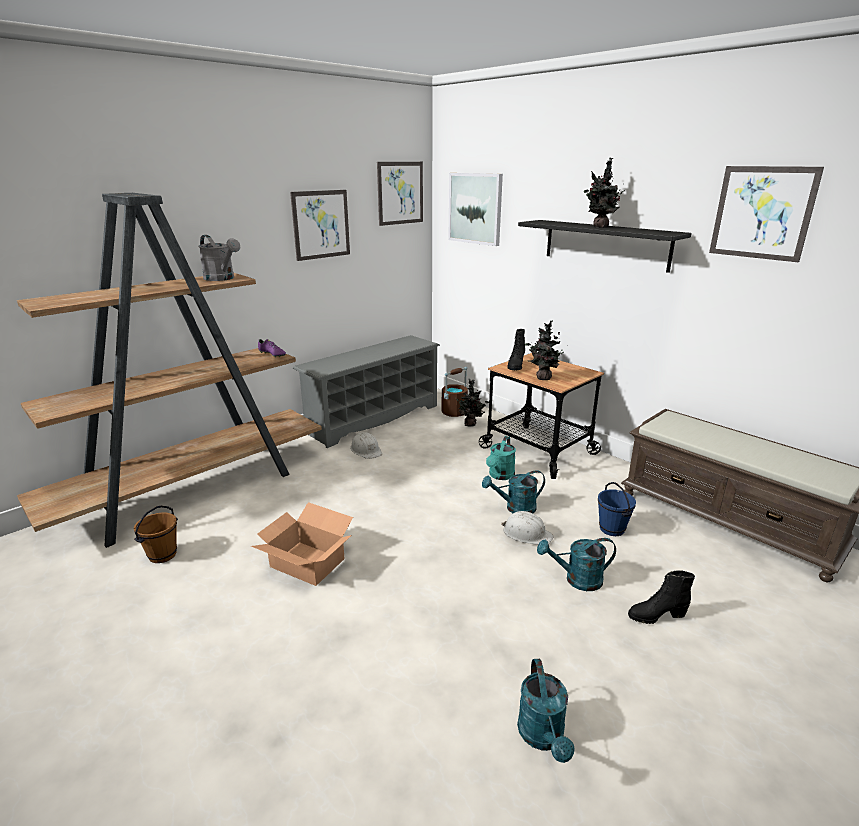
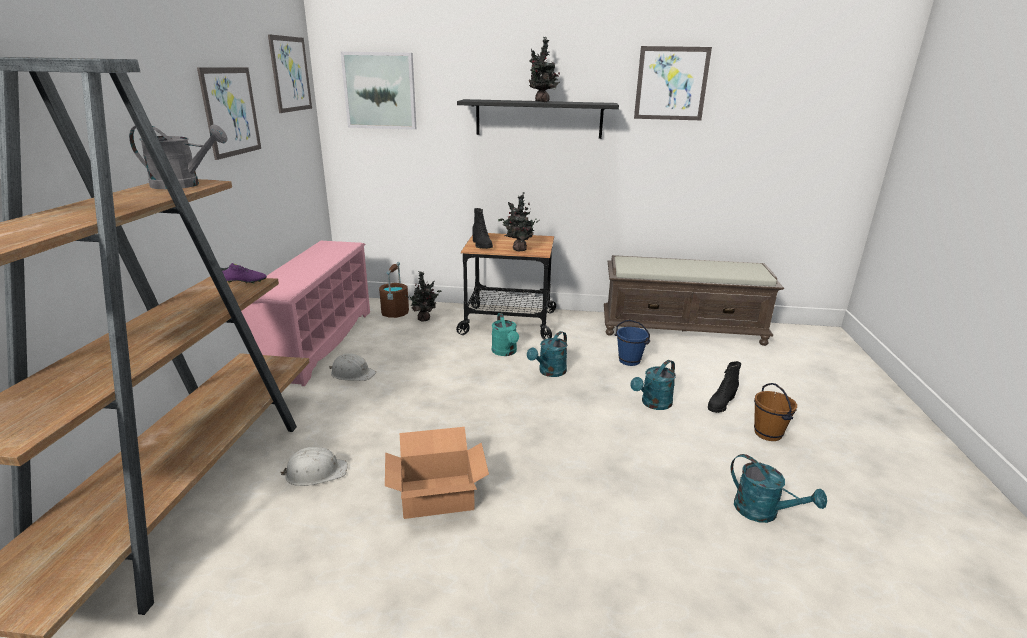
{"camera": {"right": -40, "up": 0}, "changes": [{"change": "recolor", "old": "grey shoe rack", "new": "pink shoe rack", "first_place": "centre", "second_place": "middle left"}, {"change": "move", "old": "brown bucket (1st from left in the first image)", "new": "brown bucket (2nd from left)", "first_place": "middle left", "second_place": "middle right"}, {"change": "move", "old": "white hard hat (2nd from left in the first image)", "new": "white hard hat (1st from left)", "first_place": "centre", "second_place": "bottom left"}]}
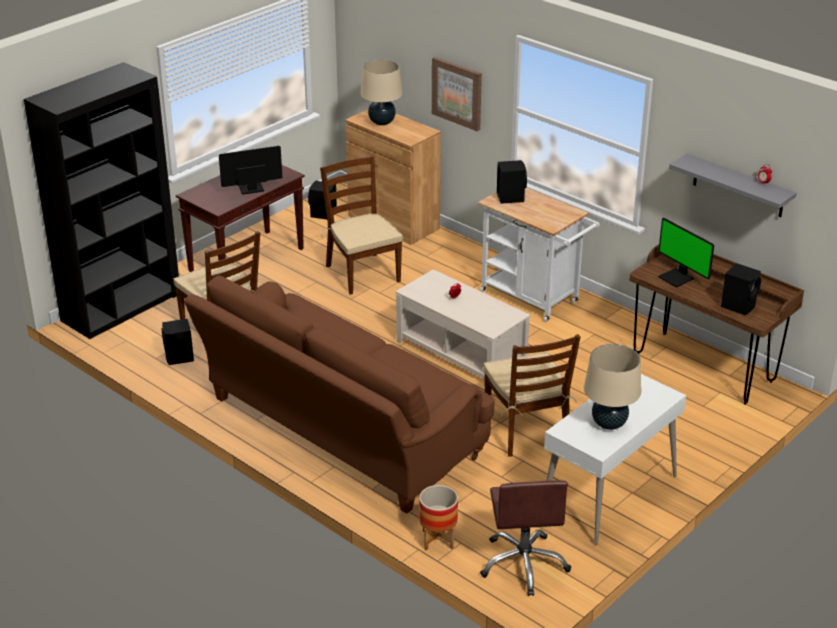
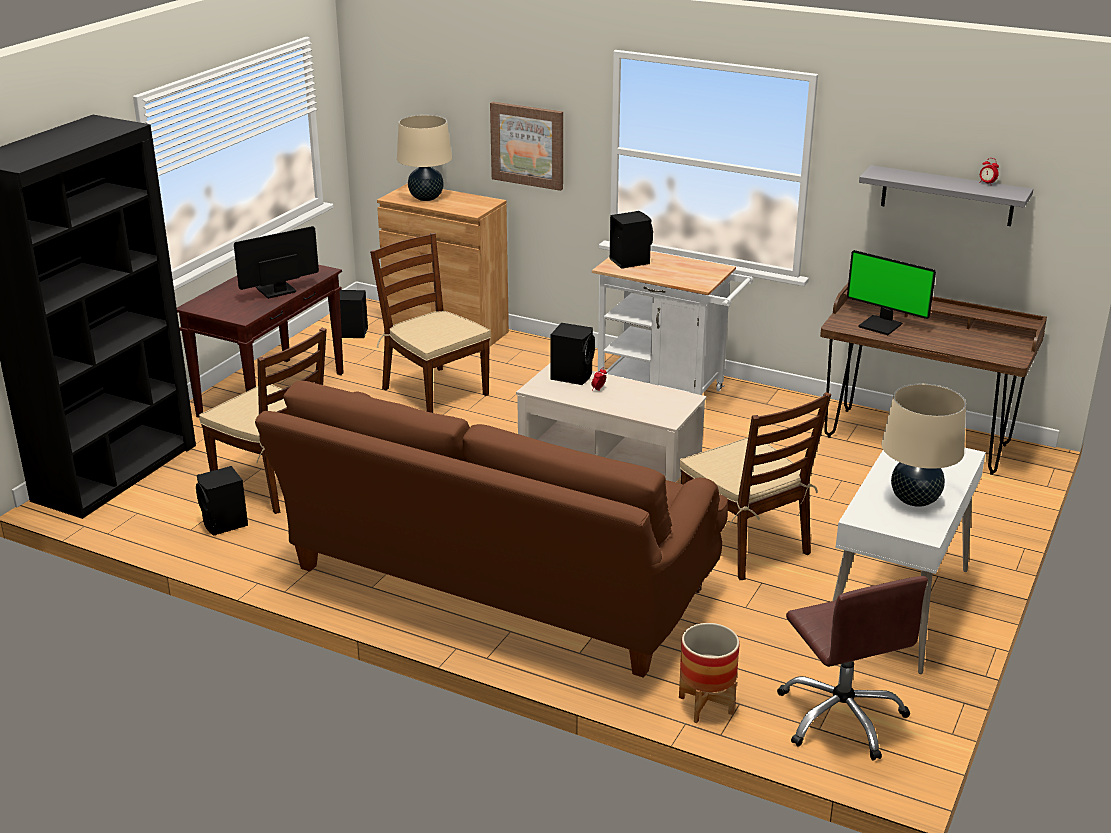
{"camera": {"right": -15, "up": -5}, "changes": [{"change": "move", "old": "black speaker (4th from left in the first image)", "new": "black speaker (3rd from left)", "first_place": "middle right", "second_place": "centre"}]}
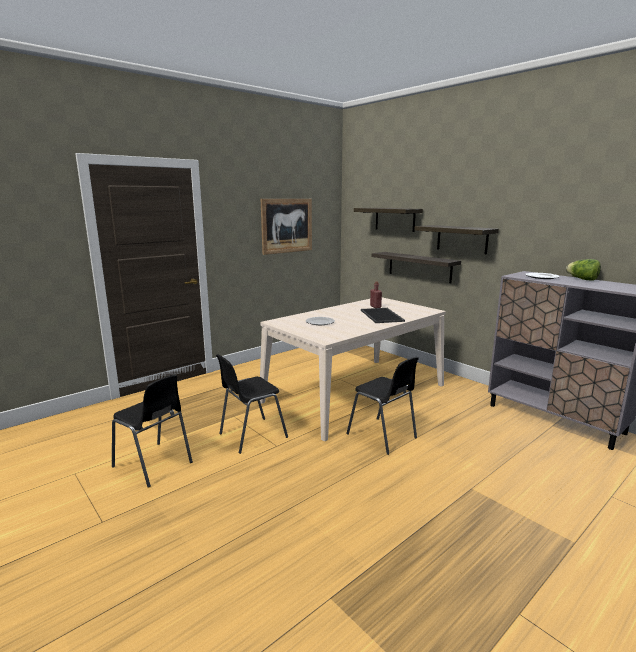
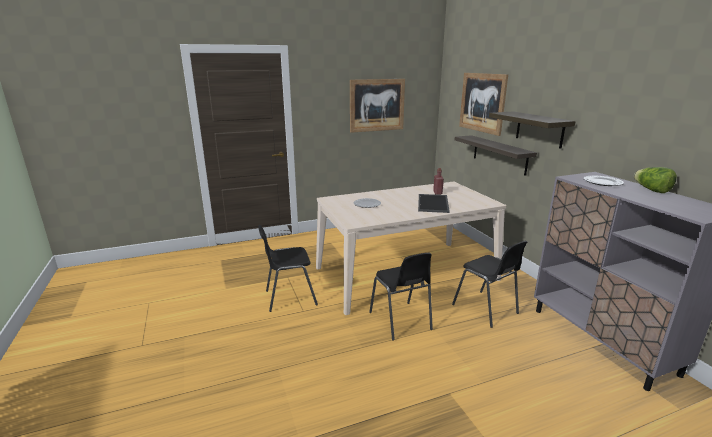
{"camera": {"right": 20, "up": 5}, "changes": [{"change": "replace", "old": "shelf (1st from left)", "new": "picture (2nd from left)", "first_place": "centre", "second_place": "top right"}, {"change": "move", "old": "black chair (1st from left in the first image)", "new": "black chair (3rd from left)", "first_place": "middle left", "second_place": "middle right"}]}
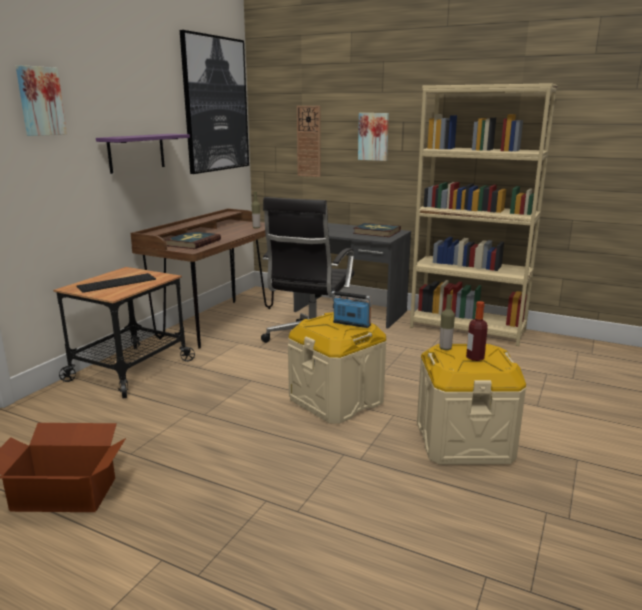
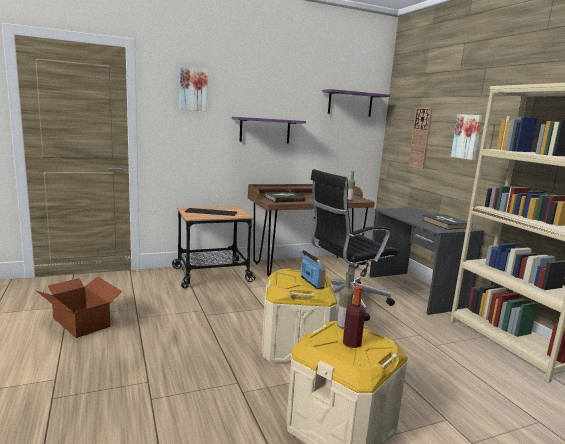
{"camera": {"right": 40, "up": -5}, "changes": [{"change": "replace", "old": "picture (2nd from left)", "new": "purple shelf (2nd from left)", "first_place": "top centre", "second_place": "top centre"}]}
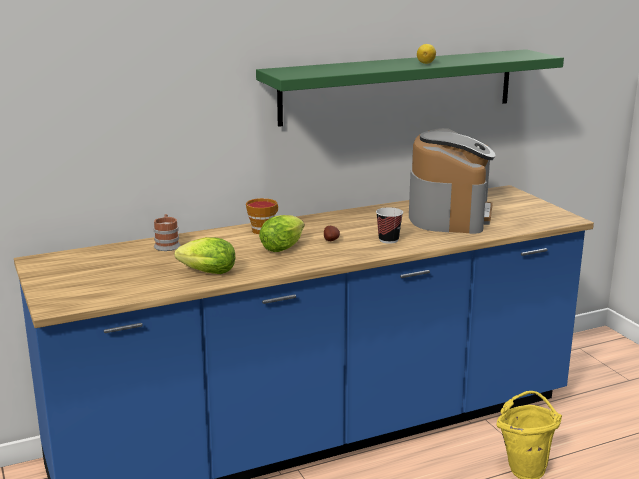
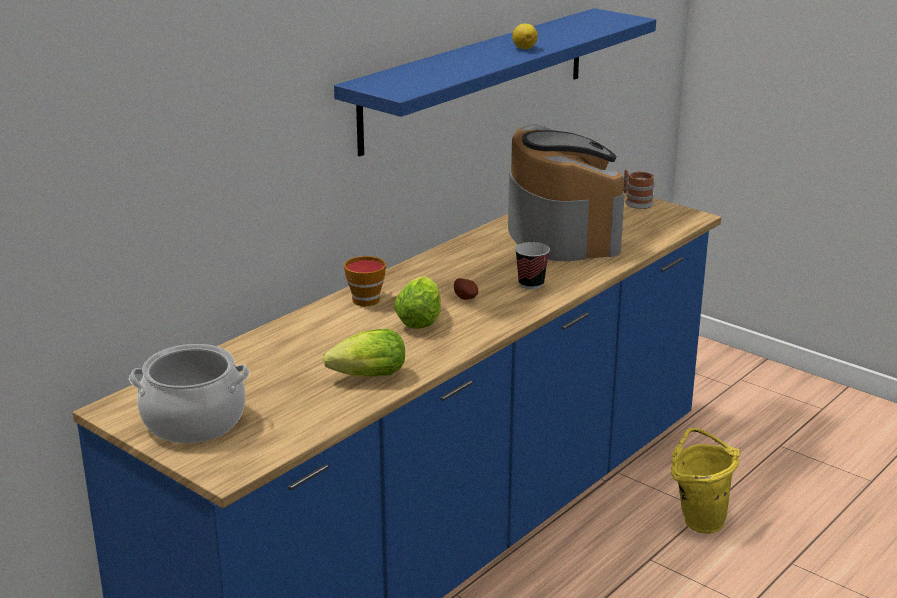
{"camera": {"right": -25, "up": 5}, "changes": [{"change": "recolor", "old": "green shelf", "new": "blue shelf", "first_place": "top centre", "second_place": "top centre"}, {"change": "move", "old": "mug", "first_place": "middle left", "second_place": "top right"}, {"change": "insert", "new": "cooking pot", "second_place": "middle left"}]}
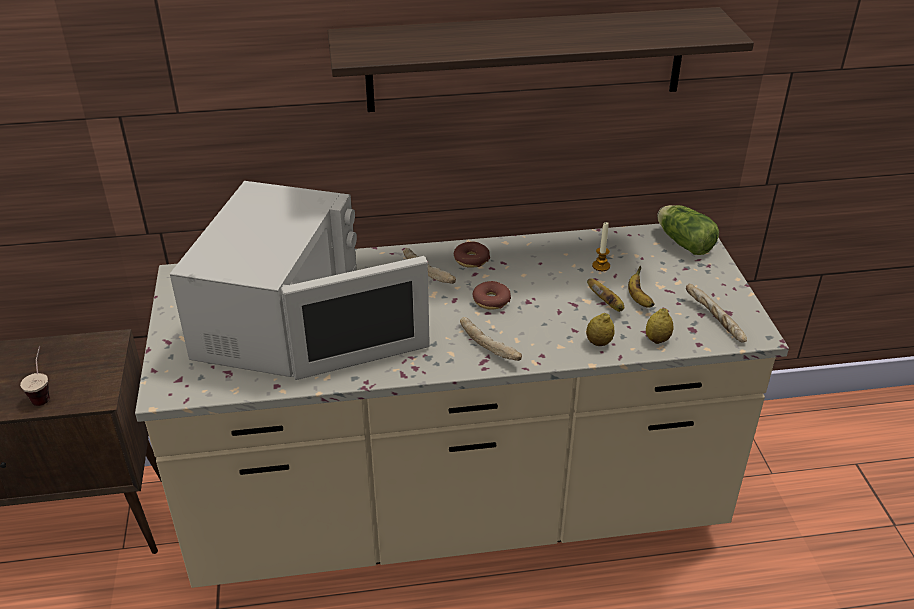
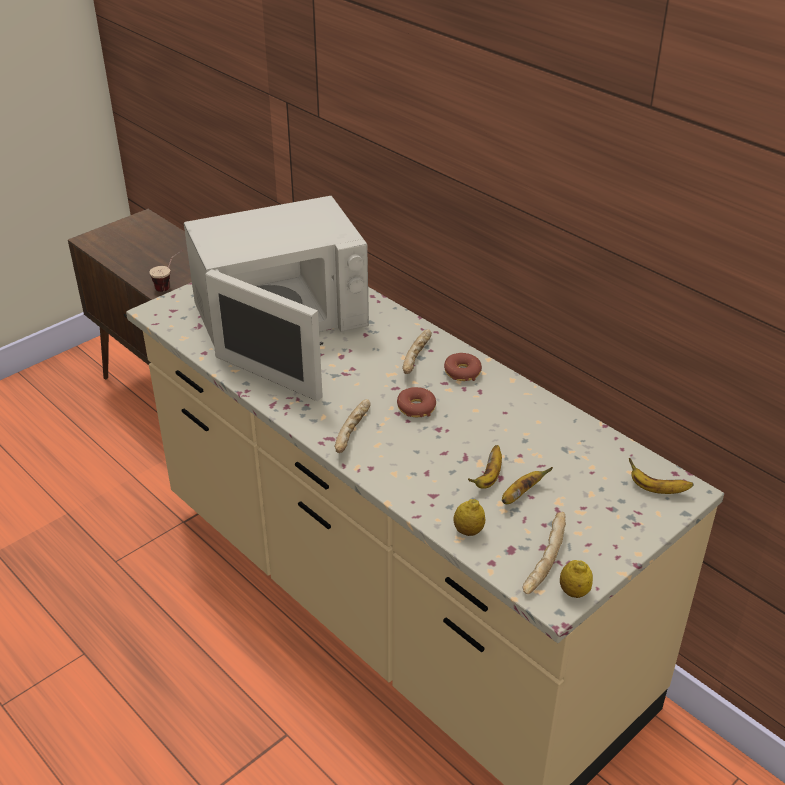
{"camera": {"right": 55, "up": 0}, "changes": [{"change": "delete", "old": "shelf", "first_place": "top centre"}, {"change": "replace", "old": "lettuce", "new": "banana (3rd from left)", "first_place": "middle right", "second_place": "middle right"}, {"change": "delete", "old": "candle", "first_place": "centre"}, {"change": "move", "old": "lemon (1st from left in the first image)", "new": "lemon (2nd from left)", "first_place": "centre", "second_place": "bottom right"}]}
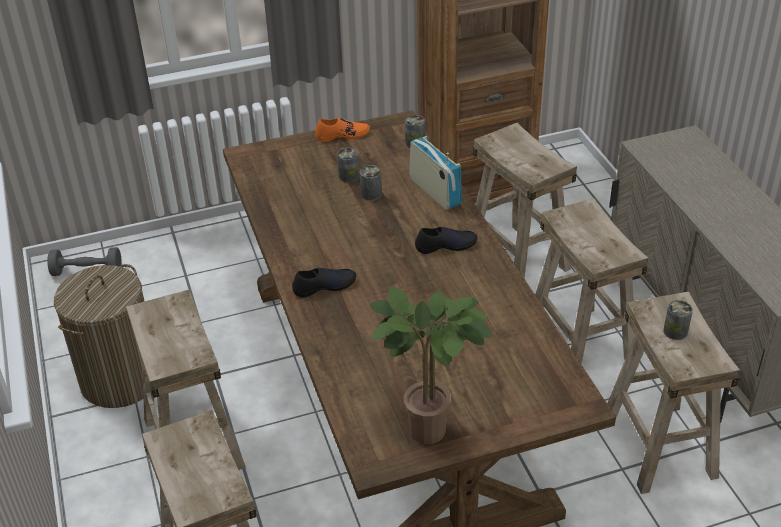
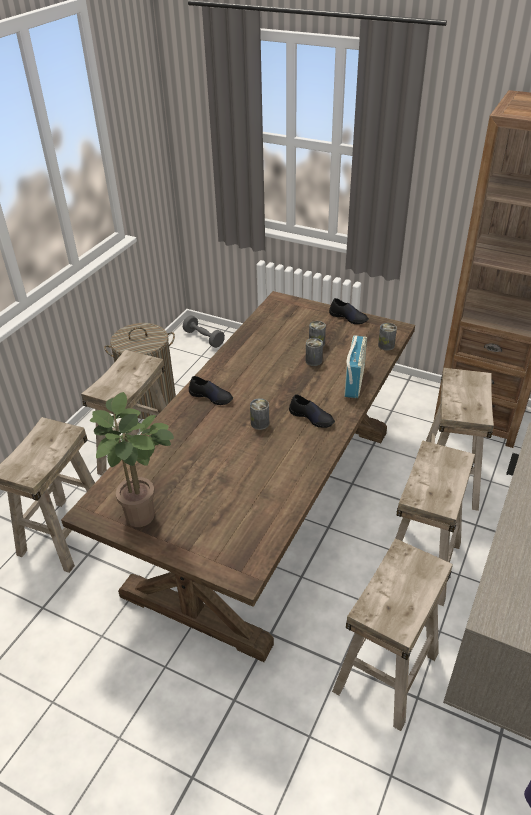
{"camera": {"right": 45, "up": 0}, "changes": [{"change": "recolor", "old": "orange shoe", "new": "black shoe (3rd from left)", "first_place": "top centre", "second_place": "centre"}, {"change": "move", "old": "can (4th from left in the first image)", "new": "can (1st from left)", "first_place": "middle right", "second_place": "centre"}]}
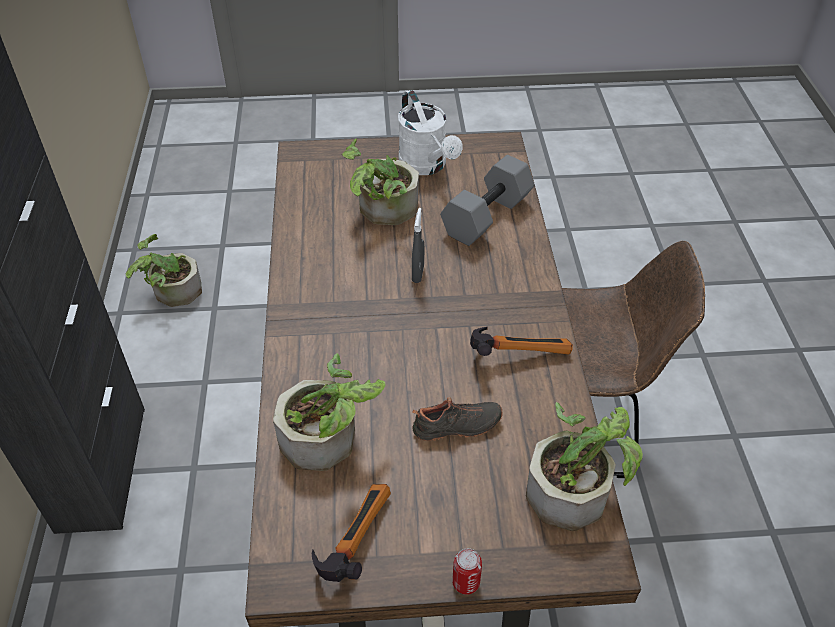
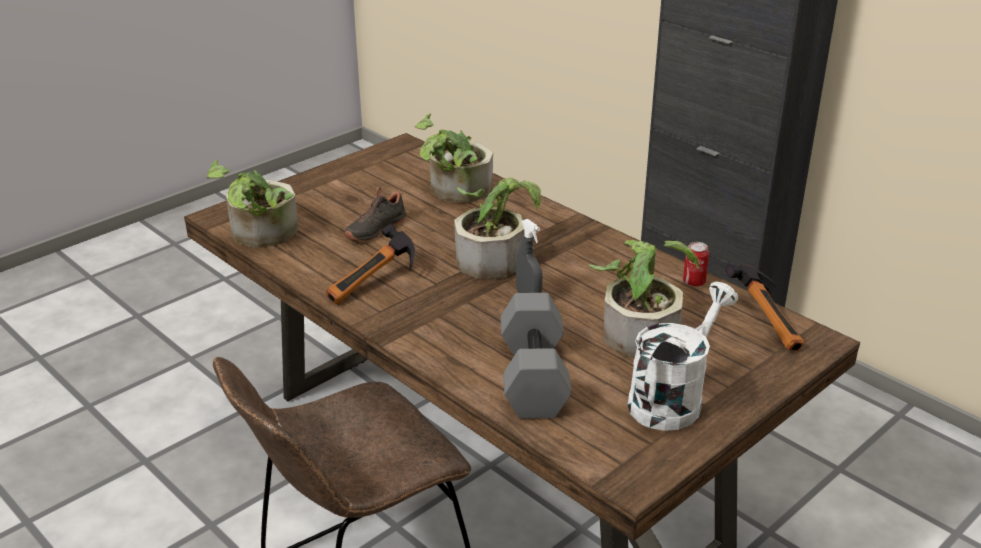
{"camera": {"right": 140, "up": -15}, "changes": [{"change": "rotate", "old": "white watering can", "first_place": "top centre", "second_place": "middle right", "degrees": 105}, {"change": "move", "old": "potted plant (1st from left in the first image)", "new": "potted plant (3rd from left)", "first_place": "middle left", "second_place": "centre"}, {"change": "move", "old": "hammer (1st from left in the first image)", "new": "hammer (2nd from left)", "first_place": "bottom centre", "second_place": "middle right"}, {"change": "move", "old": "can", "first_place": "bottom centre", "second_place": "middle right"}]}
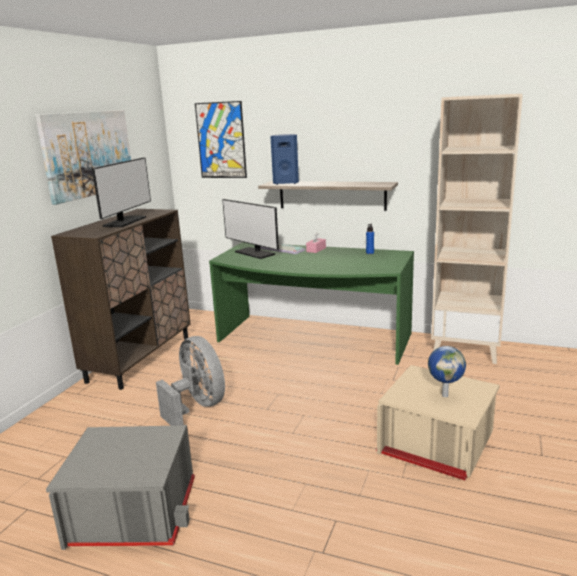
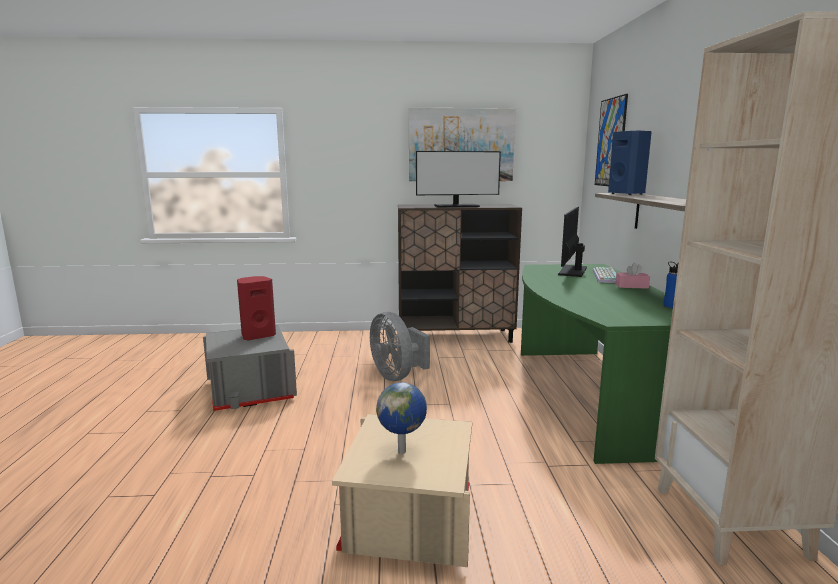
{"camera": {"right": 65, "up": -5}, "changes": [{"change": "rotate", "old": "grey fan", "first_place": "middle left", "second_place": "centre", "degrees": 120}, {"change": "insert", "new": "red speaker", "second_place": "middle left"}]}
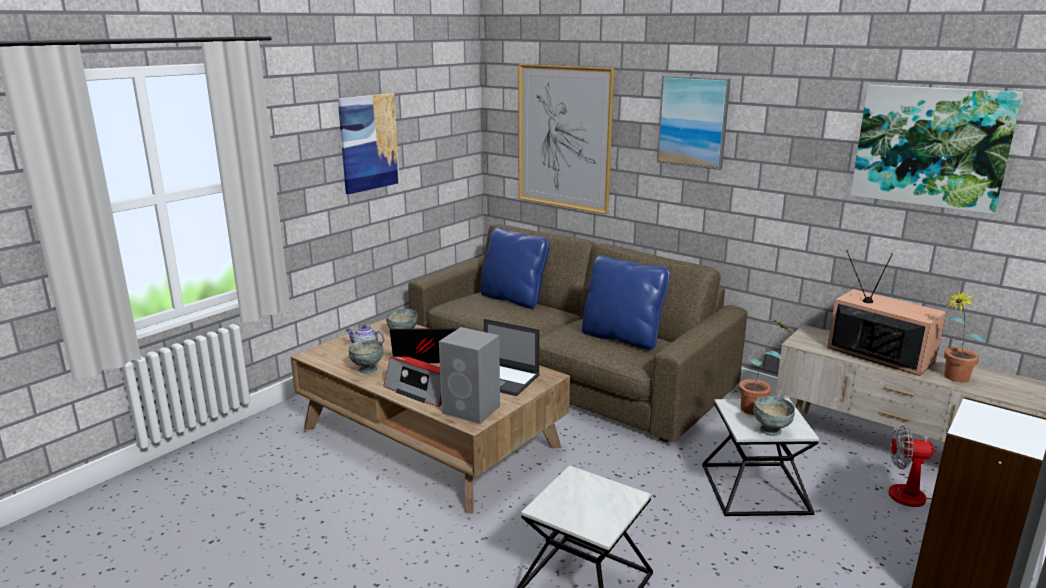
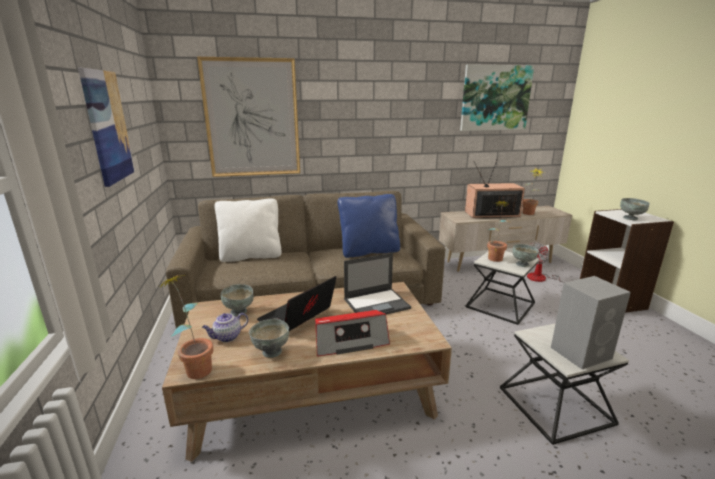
{"camera": {"right": -50, "up": 0}, "changes": [{"change": "delete", "old": "picture (3rd from left)", "first_place": "top centre"}, {"change": "recolor", "old": "blue pillow (1st from left)", "new": "white pillow", "first_place": "centre", "second_place": "centre"}, {"change": "move", "old": "grey speaker", "first_place": "centre", "second_place": "bottom right"}, {"change": "insert", "new": "grey bowl (4th from left)", "second_place": "middle right"}, {"change": "insert", "new": "potted plant (1st from left)", "second_place": "bottom left"}]}
